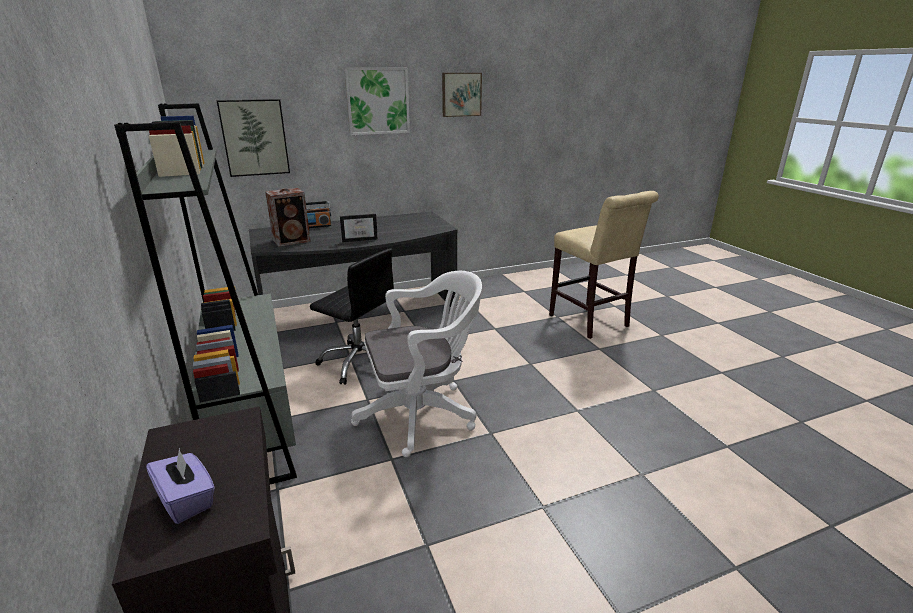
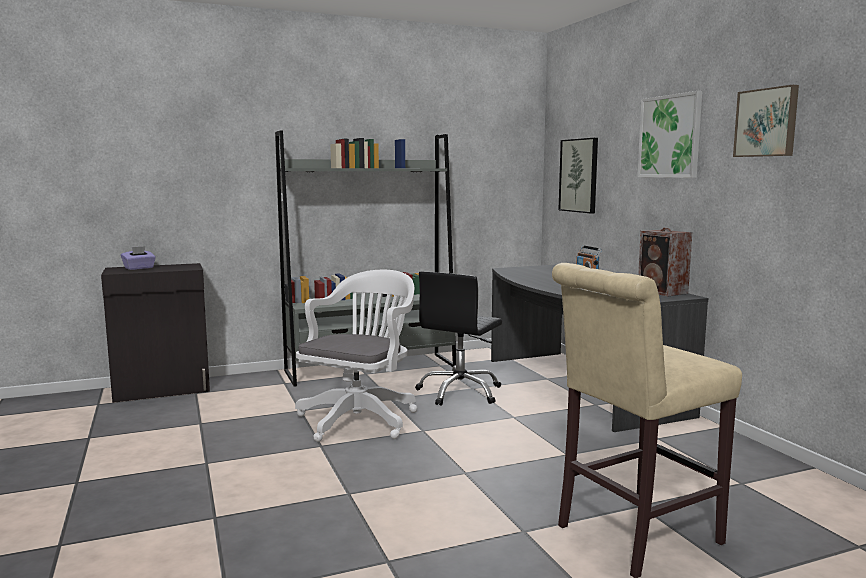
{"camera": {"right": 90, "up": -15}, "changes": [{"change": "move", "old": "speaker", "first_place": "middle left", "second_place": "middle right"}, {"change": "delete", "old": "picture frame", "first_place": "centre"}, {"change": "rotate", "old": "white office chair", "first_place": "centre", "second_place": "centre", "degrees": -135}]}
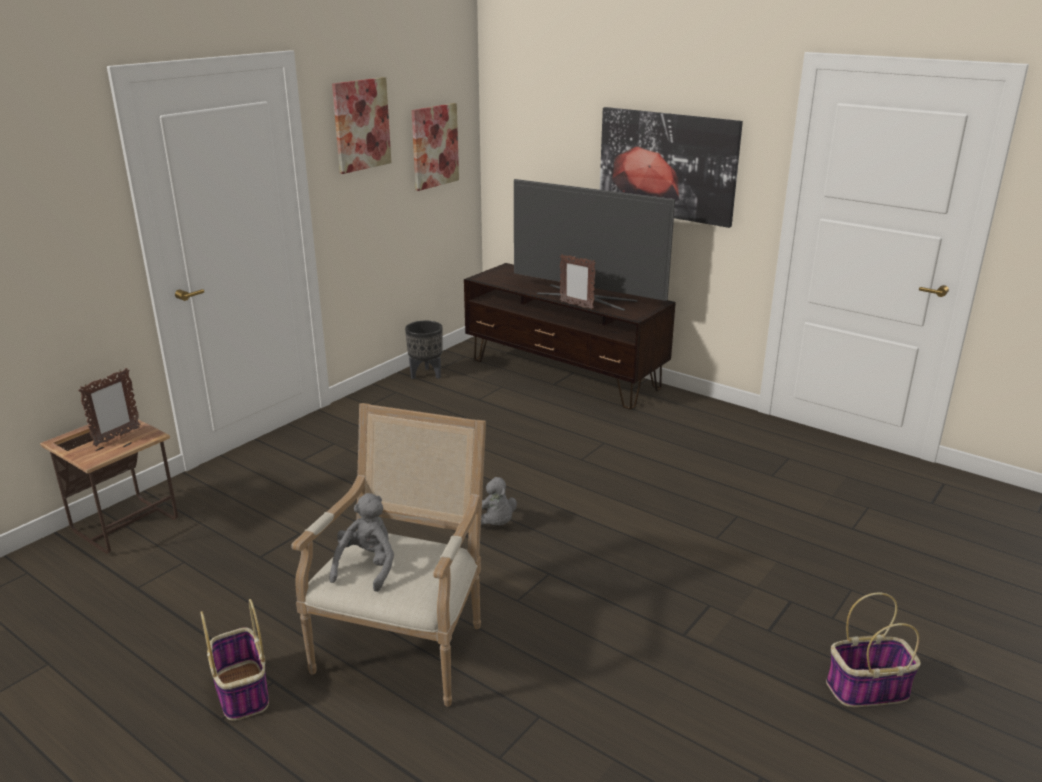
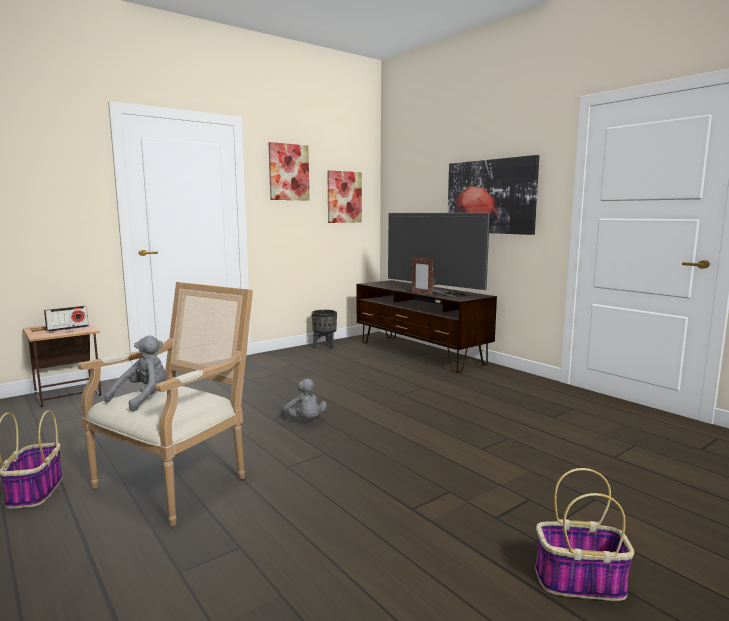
{"camera": {"right": 15, "up": -15}, "changes": [{"change": "replace", "old": "picture frame (1st from left)", "new": "radio", "first_place": "middle left", "second_place": "middle left"}]}
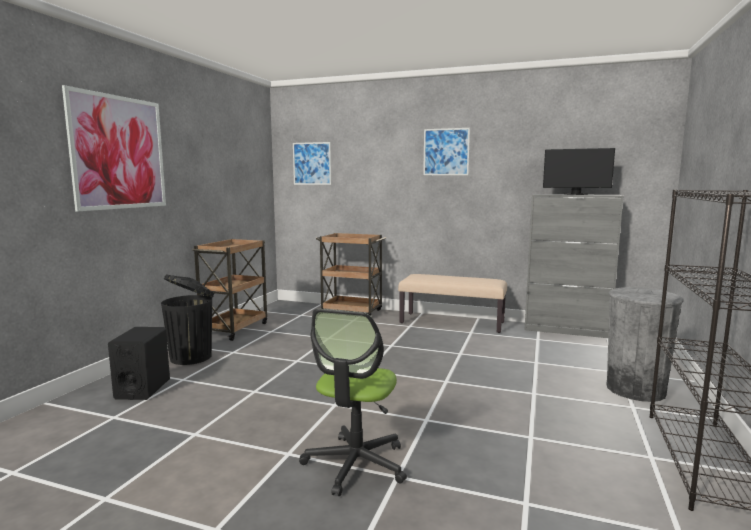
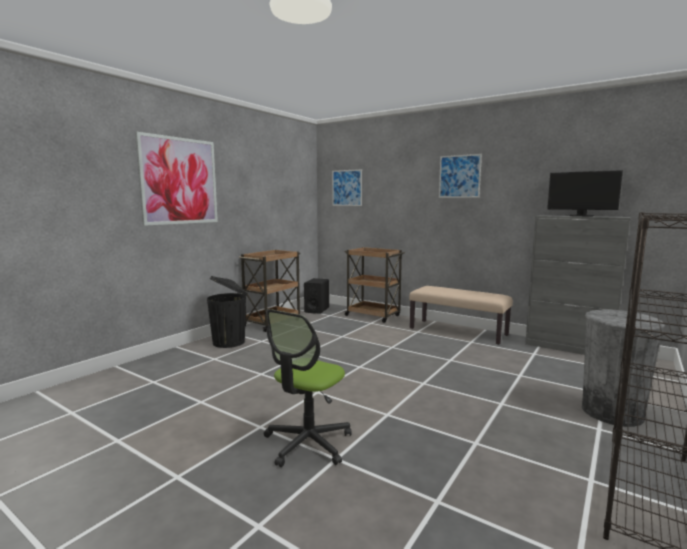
{"camera": {"right": 15, "up": 0}, "changes": [{"change": "move", "old": "black speaker", "first_place": "bottom left", "second_place": "centre"}]}
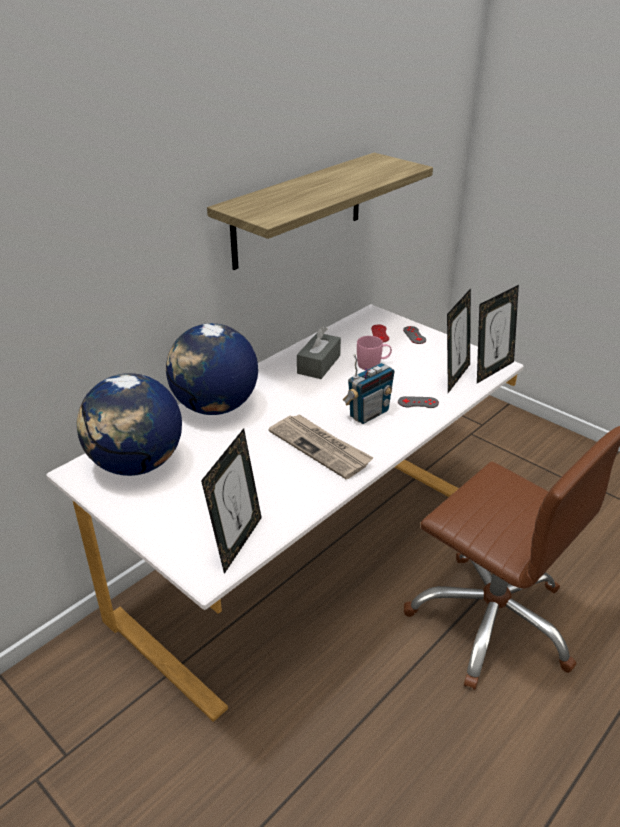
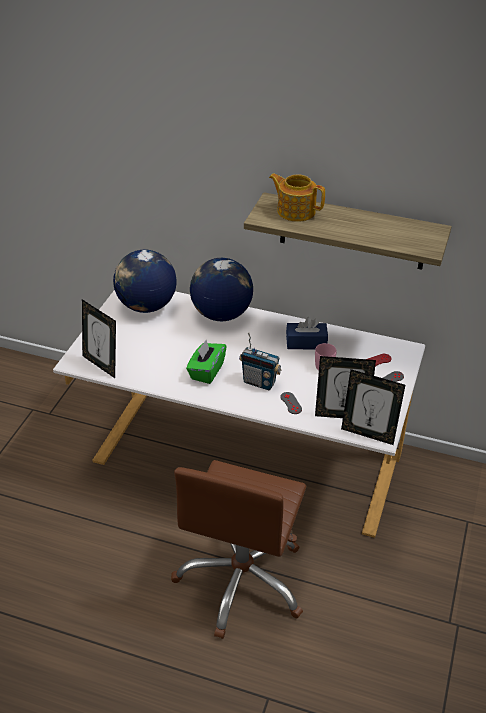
{"camera": {"right": 65, "up": 5}, "changes": [{"change": "recolor", "old": "grey tissue box", "new": "blue tissue box", "first_place": "centre", "second_place": "centre"}, {"change": "replace", "old": "newspaper", "new": "green tissue box", "first_place": "centre", "second_place": "centre"}, {"change": "rotate", "old": "picture frame (1st from left)", "first_place": "centre", "second_place": "middle left", "degrees": 45}, {"change": "insert", "new": "teapot", "second_place": "top centre"}]}
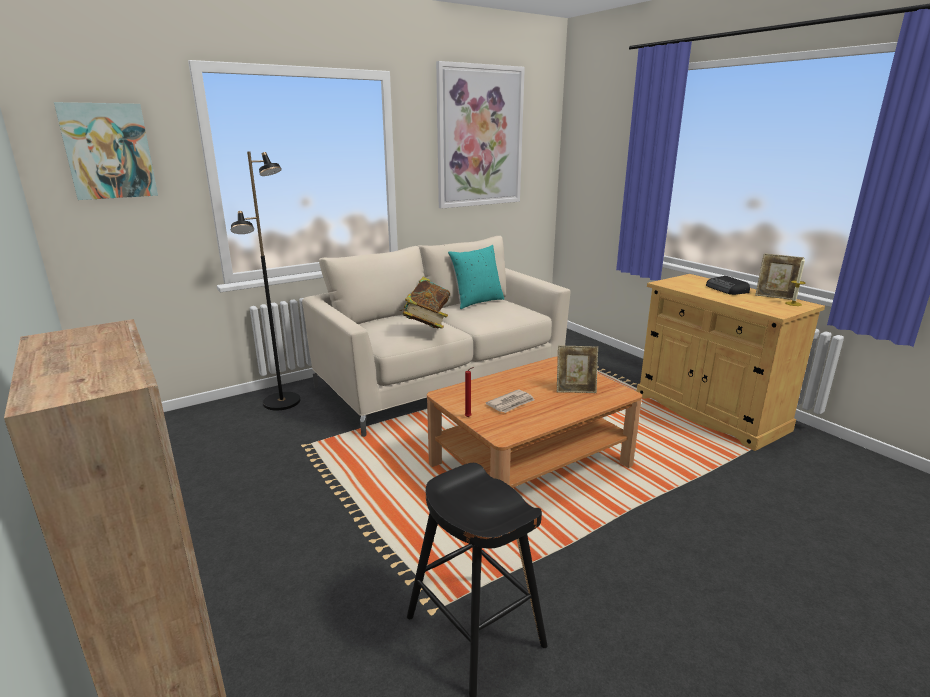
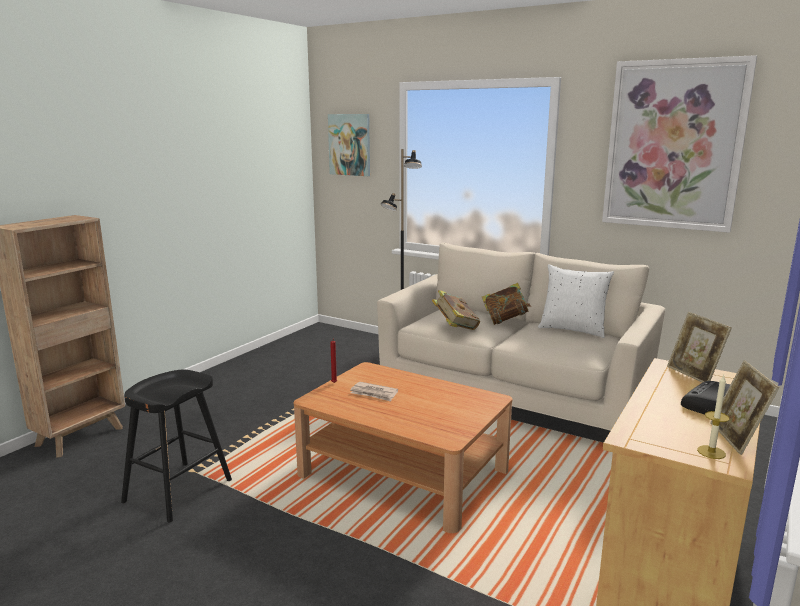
{"camera": {"right": 65, "up": -5}, "changes": [{"change": "recolor", "old": "turquoise pillow", "new": "white pillow", "first_place": "centre", "second_place": "middle right"}, {"change": "move", "old": "picture frame (1st from left)", "first_place": "centre", "second_place": "middle right"}]}
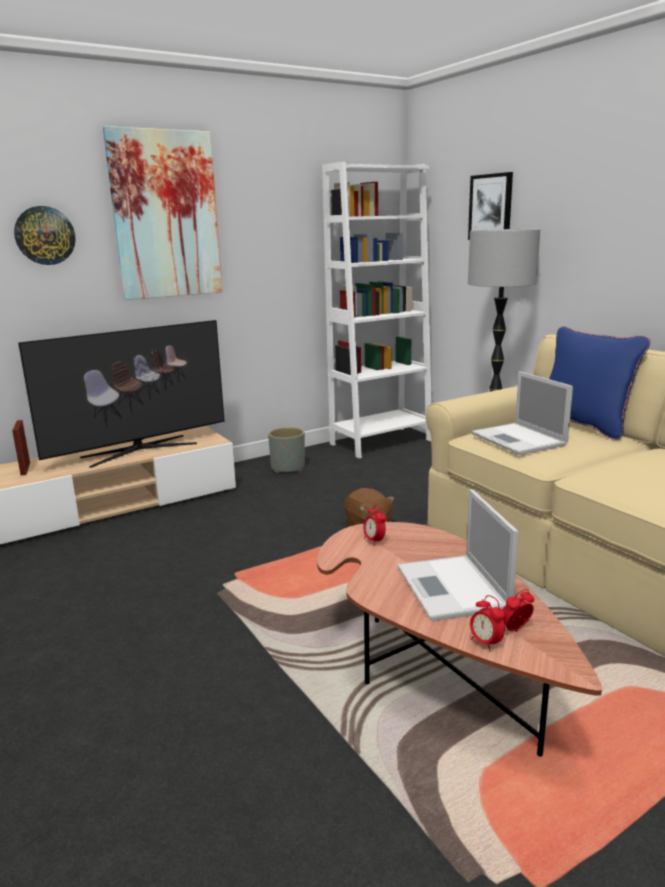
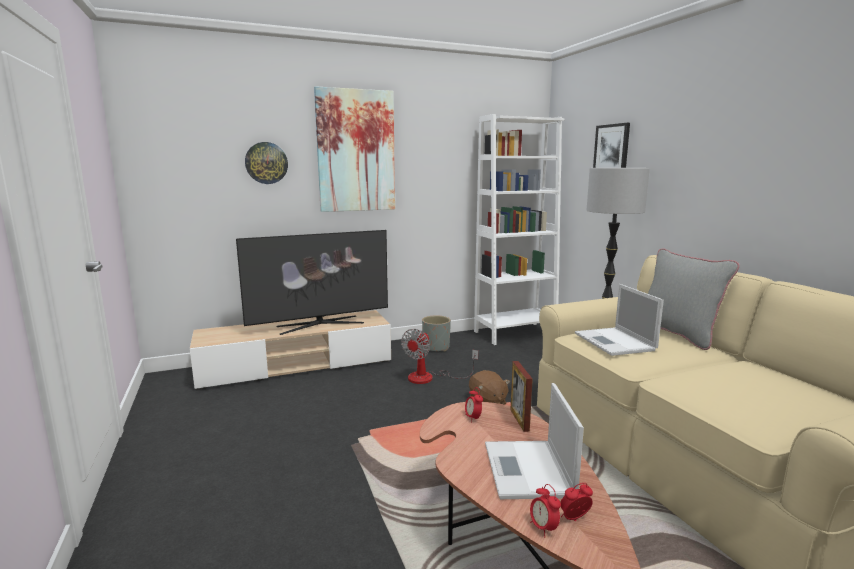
{"camera": {"right": 10, "up": -5}, "changes": [{"change": "recolor", "old": "blue pillow", "new": "grey pillow", "first_place": "middle right", "second_place": "middle right"}, {"change": "move", "old": "picture frame", "first_place": "middle left", "second_place": "bottom centre"}, {"change": "insert", "new": "fan", "second_place": "centre"}]}
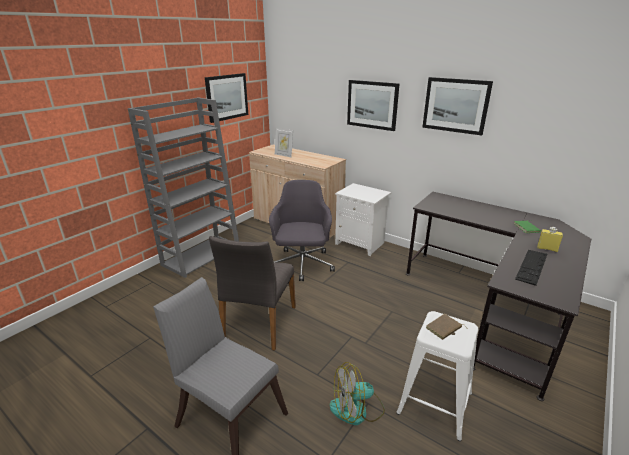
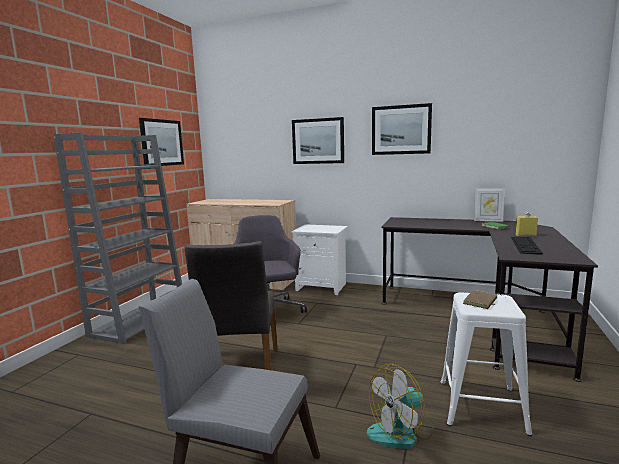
{"camera": {"right": -15, "up": -15}, "changes": [{"change": "move", "old": "picture frame", "first_place": "top centre", "second_place": "middle right"}]}
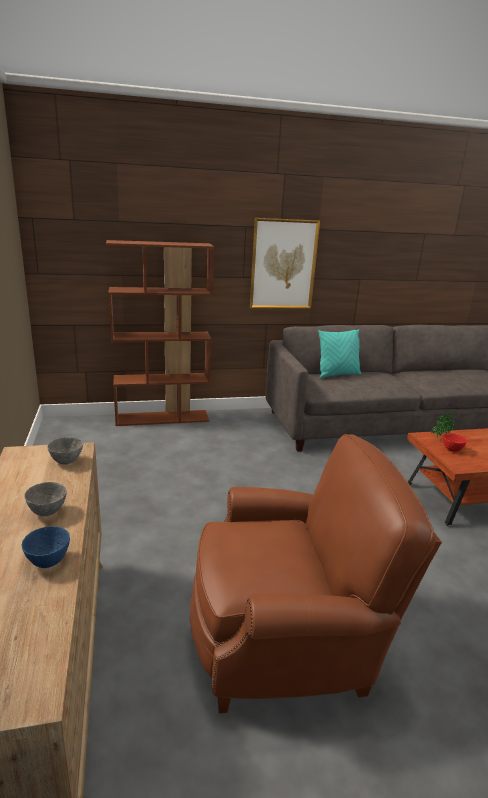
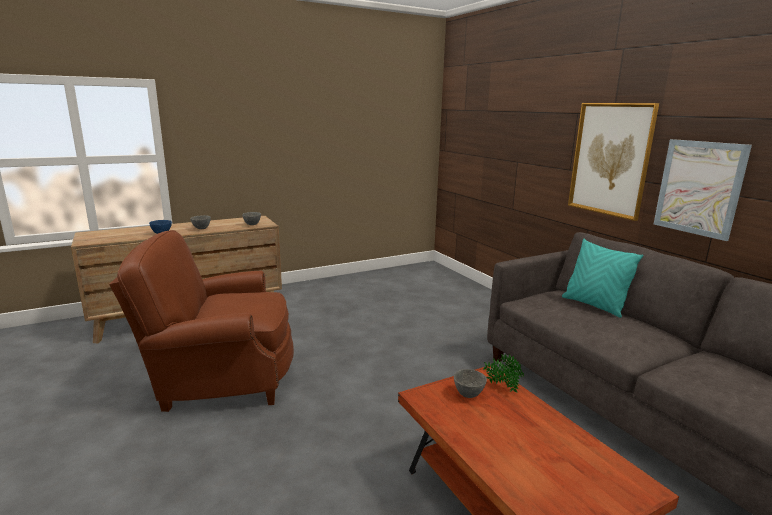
{"camera": {"right": 75, "up": -5}, "changes": [{"change": "delete", "old": "brown bookcase", "first_place": "middle left"}, {"change": "recolor", "old": "red bowl", "new": "grey bowl (3rd from left)", "first_place": "middle right", "second_place": "bottom centre"}, {"change": "rotate", "old": "brown armchair", "first_place": "bottom centre", "second_place": "middle left", "degrees": 105}, {"change": "insert", "new": "picture (2nd from left)", "second_place": "middle right"}]}
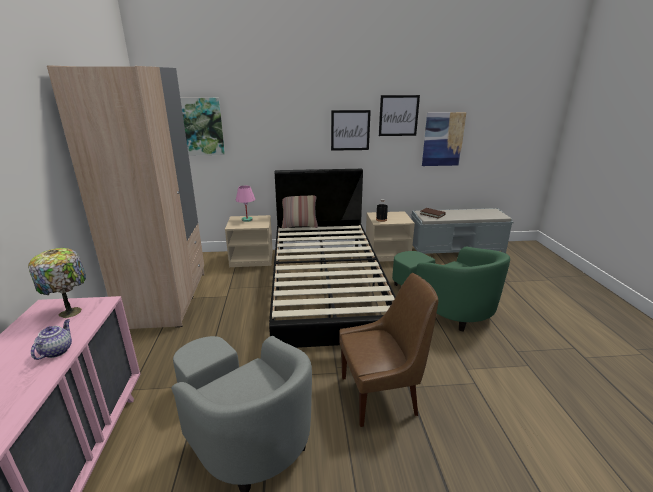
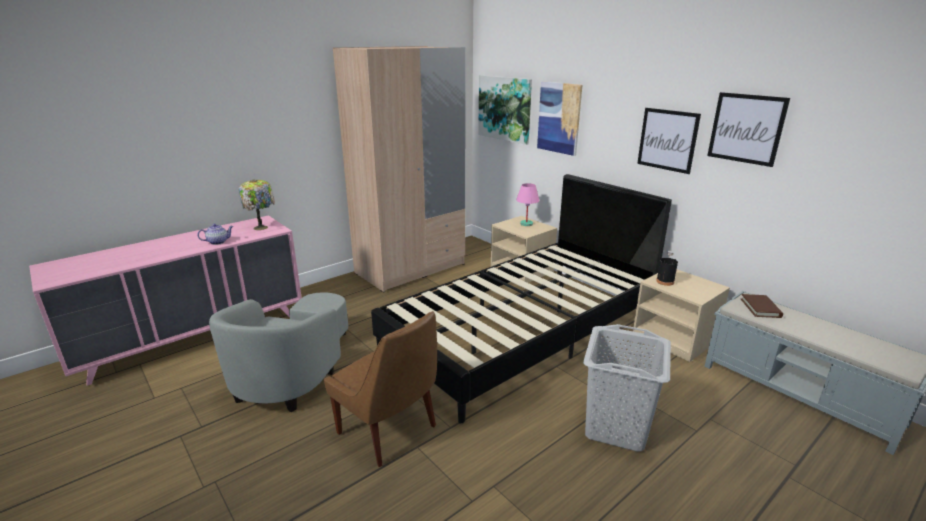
{"camera": {"right": 55, "up": 0}, "changes": [{"change": "move", "old": "picture (4th from left in the first image)", "new": "picture (2nd from left)", "first_place": "top right", "second_place": "top centre"}, {"change": "delete", "old": "pillow", "first_place": "centre"}, {"change": "replace", "old": "green armchair", "new": "grey laundry basket", "first_place": "middle right", "second_place": "bottom right"}]}
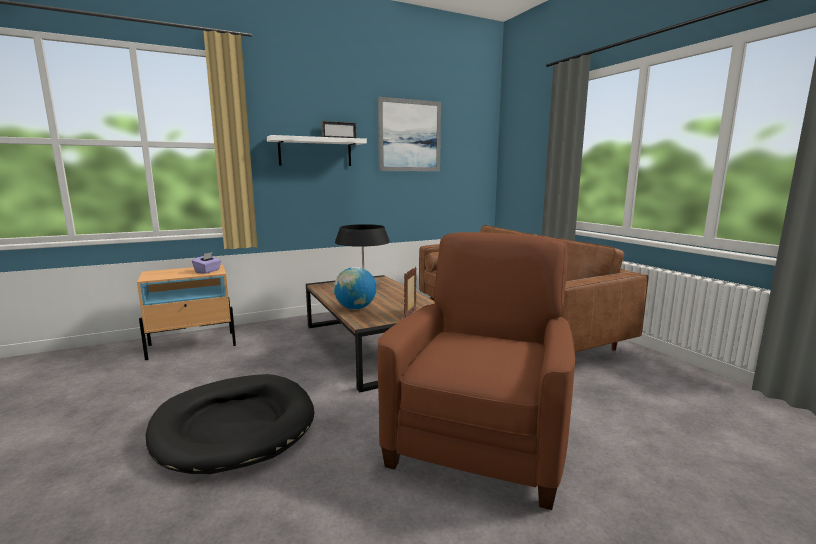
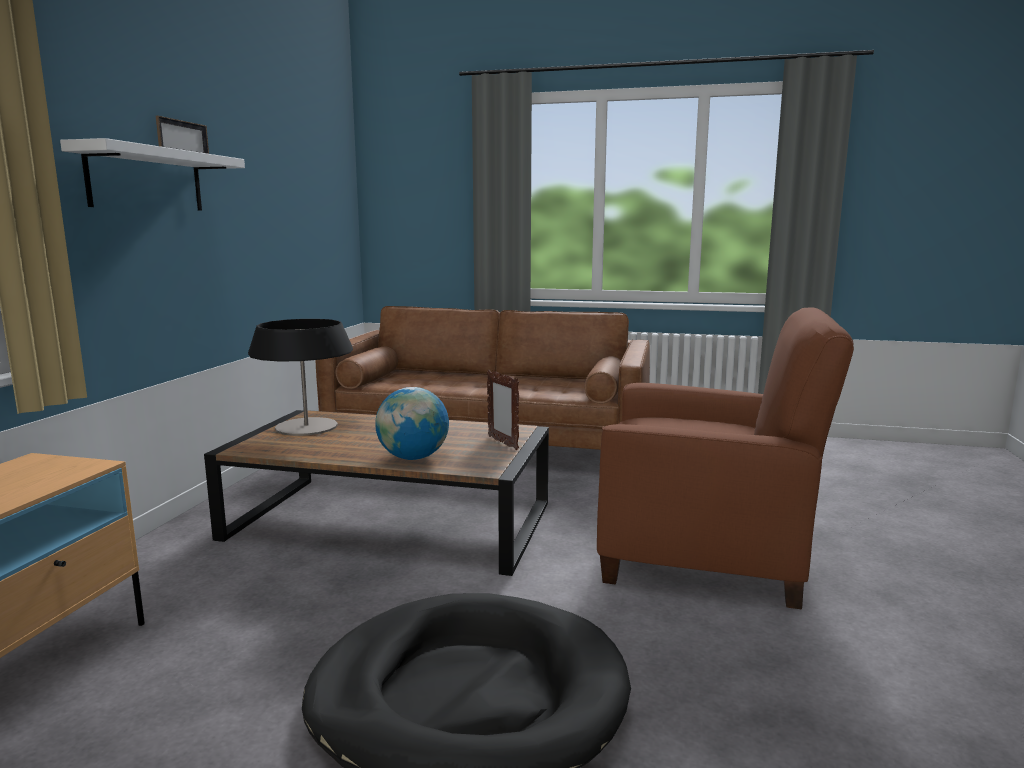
{"camera": {"right": -50, "up": 0}, "changes": [{"change": "delete", "old": "picture", "first_place": "top centre"}, {"change": "rotate", "old": "brown armchair", "first_place": "bottom centre", "second_place": "middle right", "degrees": 135}, {"change": "delete", "old": "purple tissue box", "first_place": "middle left"}]}
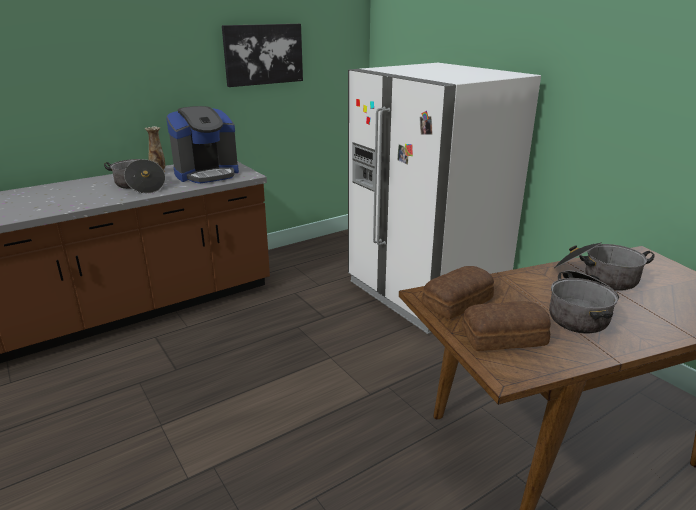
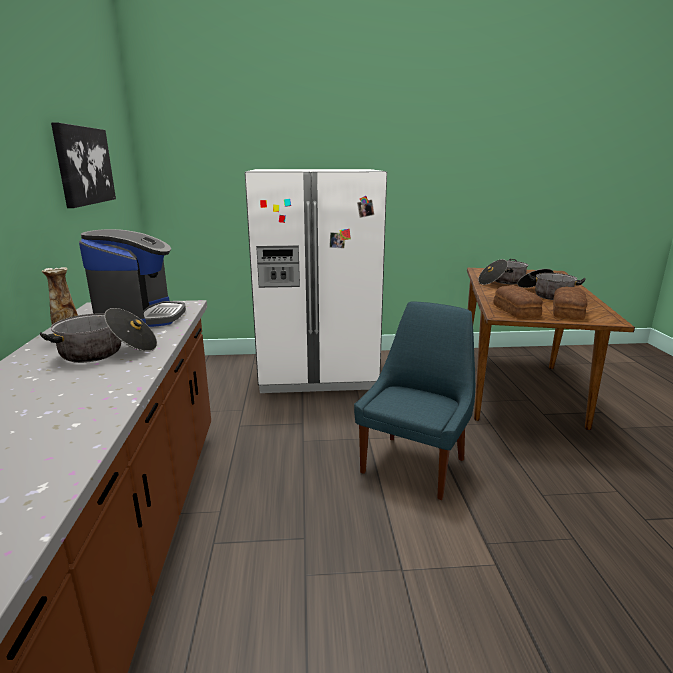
{"camera": {"right": -60, "up": -5}, "changes": [{"change": "insert", "new": "blue chair", "second_place": "centre"}]}
